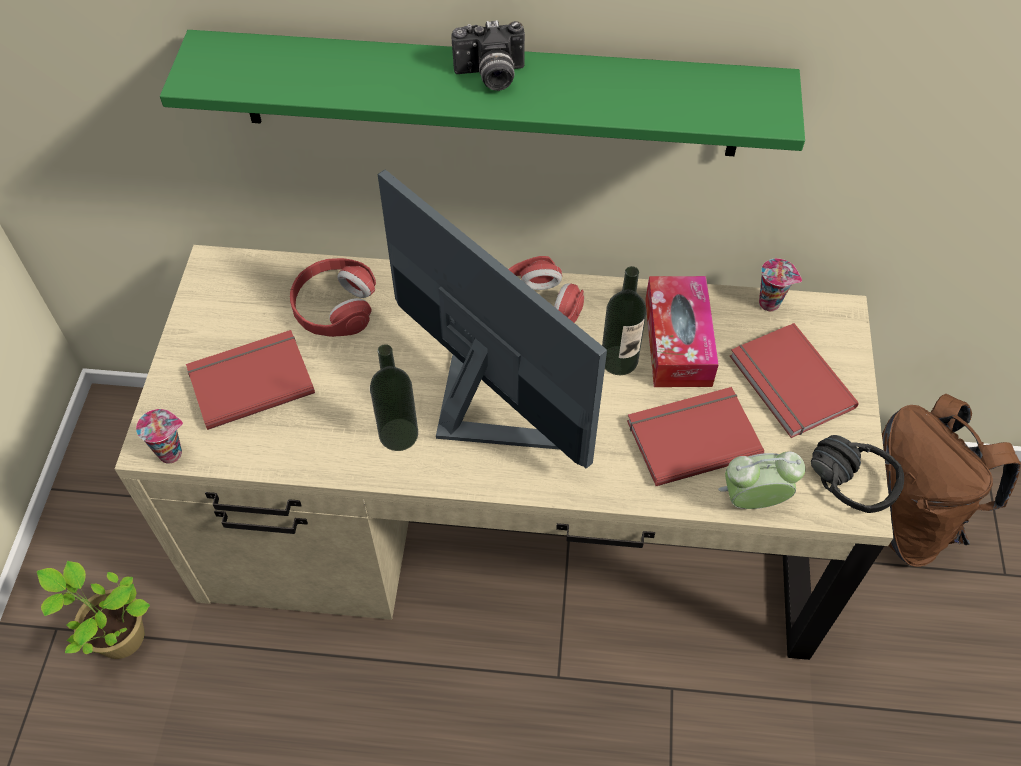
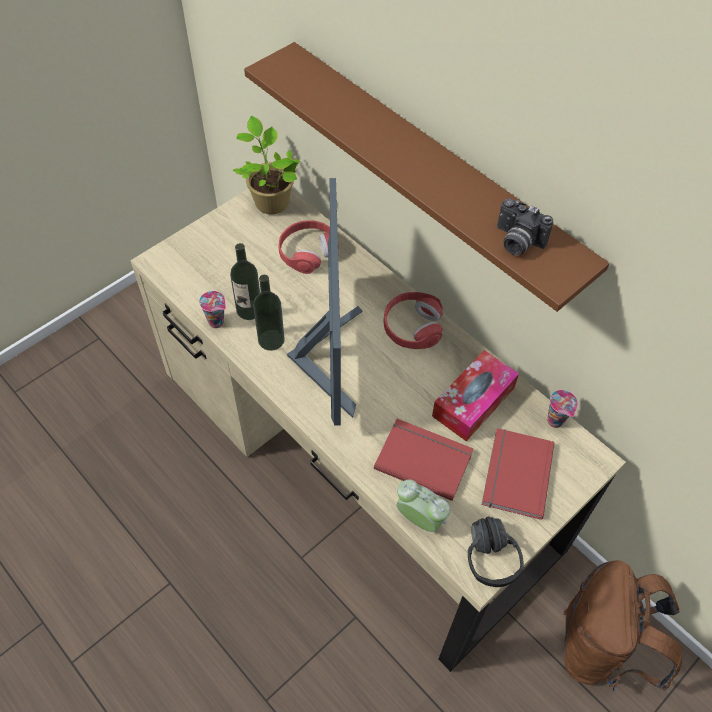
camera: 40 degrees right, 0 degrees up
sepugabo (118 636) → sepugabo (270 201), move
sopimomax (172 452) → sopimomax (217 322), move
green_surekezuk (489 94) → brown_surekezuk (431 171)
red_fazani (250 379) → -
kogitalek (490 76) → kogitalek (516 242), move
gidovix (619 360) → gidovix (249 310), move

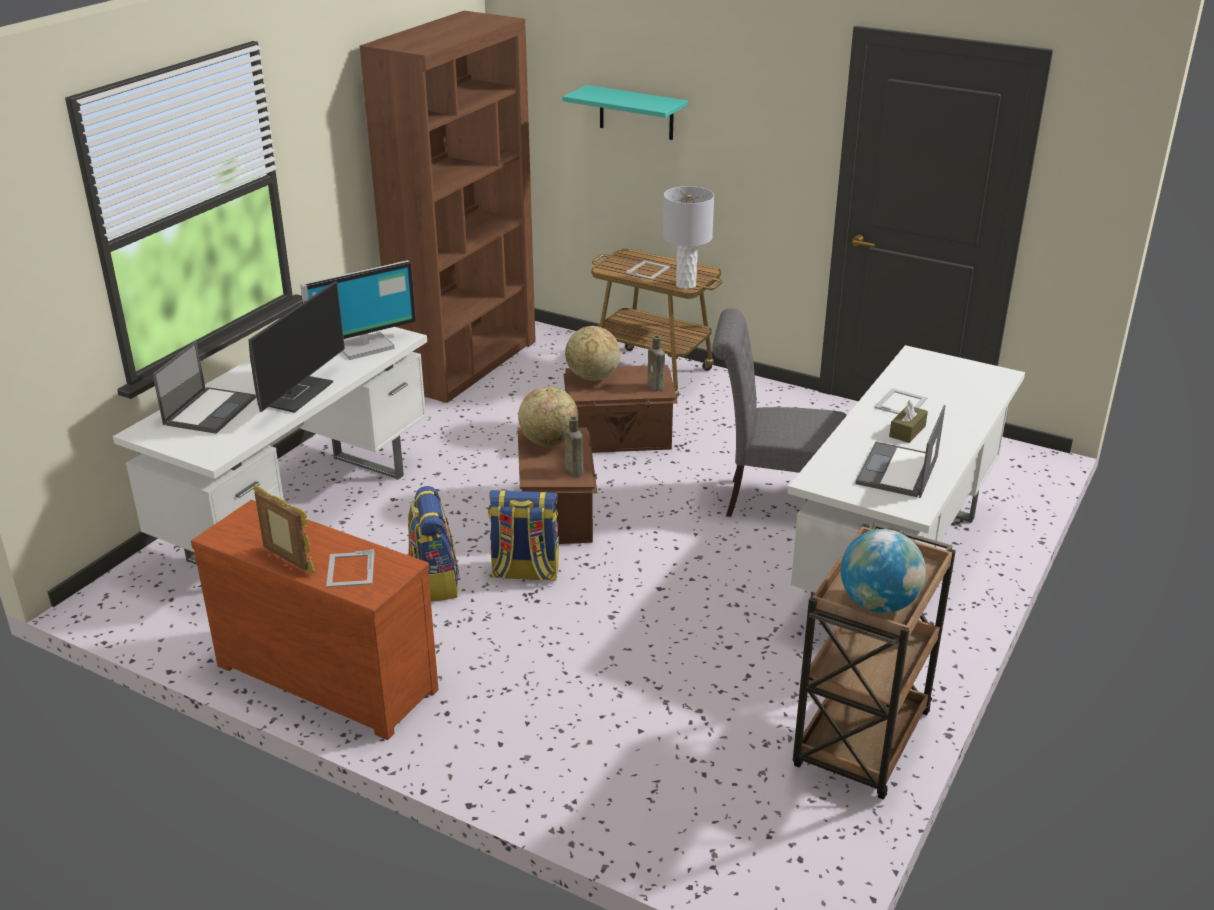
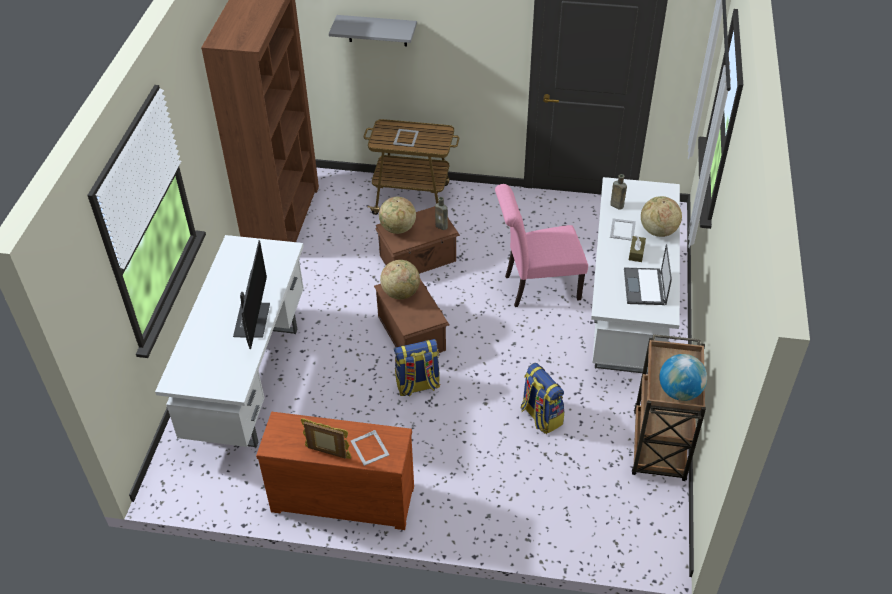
camera: 20 degrees left, 15 degrees up
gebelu (210 410) → -
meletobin (364 346) → -
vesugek (434 582) → vesugek (540 416), move
turquoise_surekezuk (636 113) → grey_surekezuk (377 30)
brown_gidovix (573 470) → brown_gidovix (616 205), move
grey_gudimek (686 285) → -
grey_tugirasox (773 501) → pink_tugirasox (537 287)
- → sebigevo (658 231)

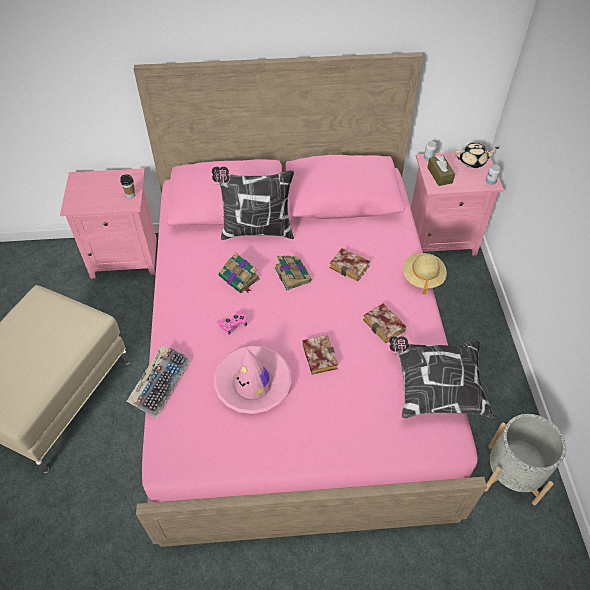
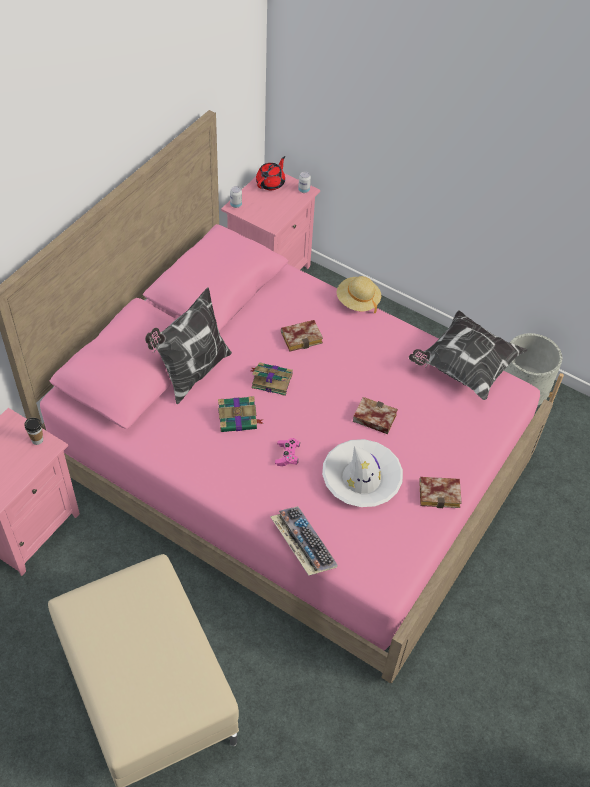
camera: 55 degrees left, 0 degrees up
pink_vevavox (253 384) → white_vevavox (361 478)
fazani (385 326) → fazani (441 493), move
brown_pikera (439 175) → -
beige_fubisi (473 162) → red_fubisi (271 183)

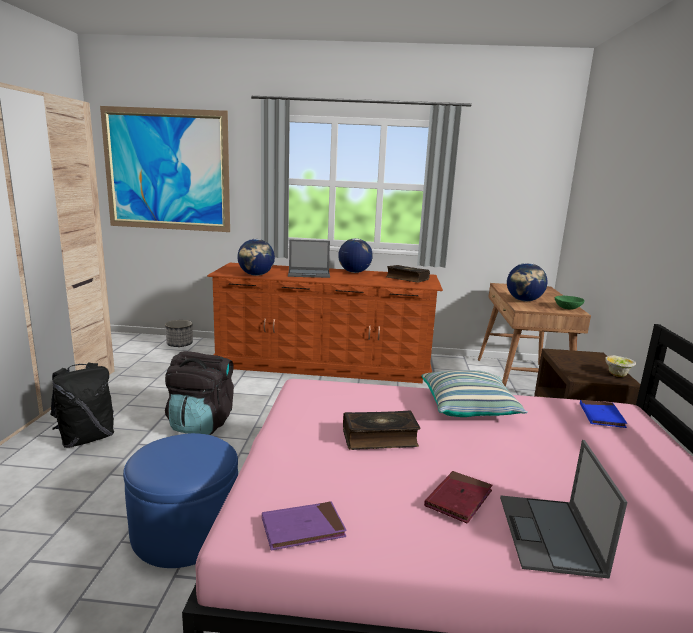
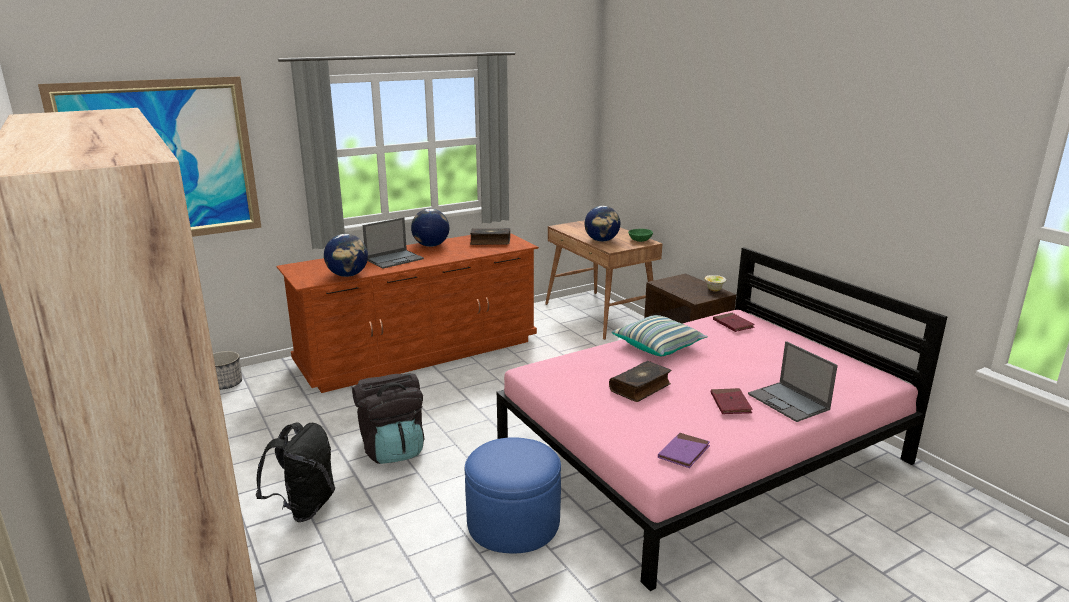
camera: 35 degrees left, 5 degrees up
blue_fazani (601 416) → red_fazani (733 324)

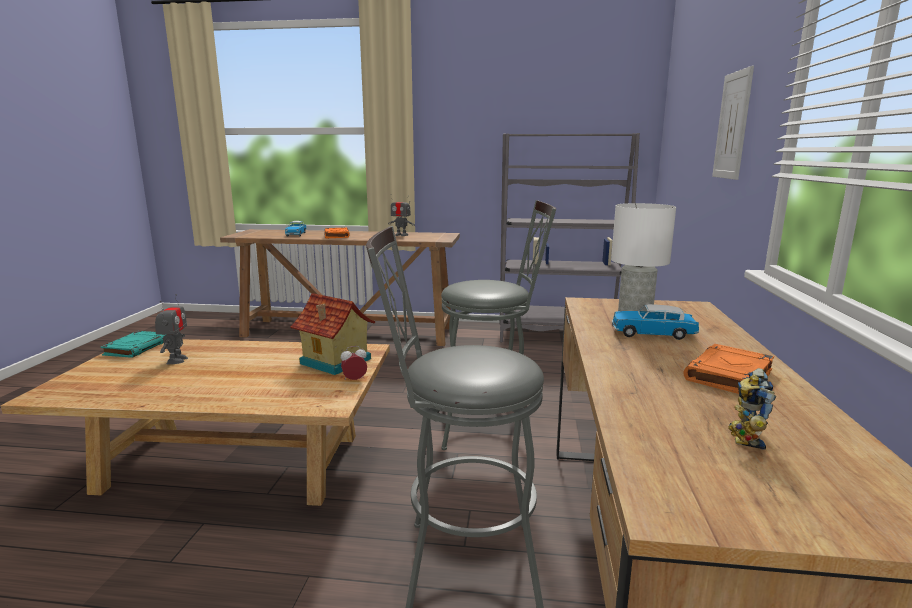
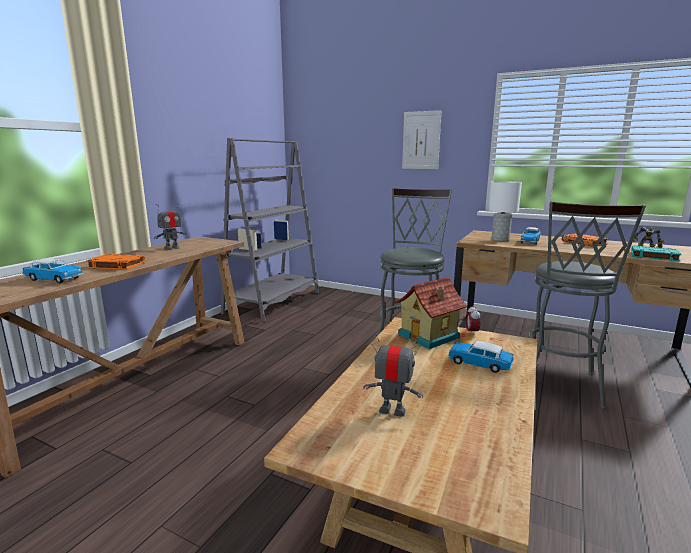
camera: 70 degrees left, 0 degrees up
turquoise_fazani (136 348) → turquoise_fazani (653 256), move
- → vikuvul (479 364)

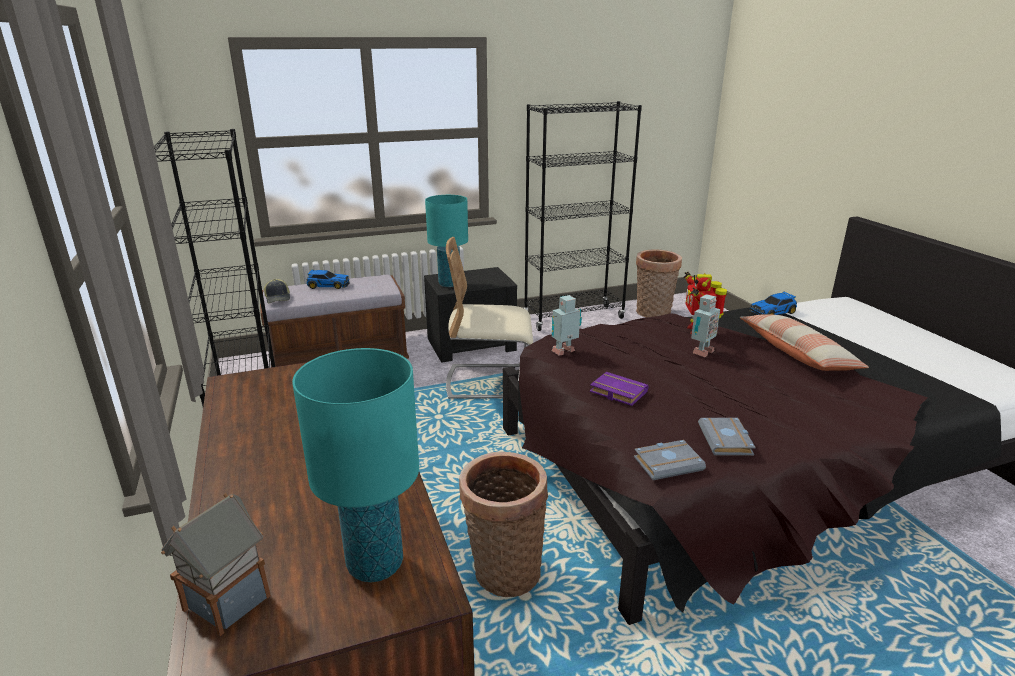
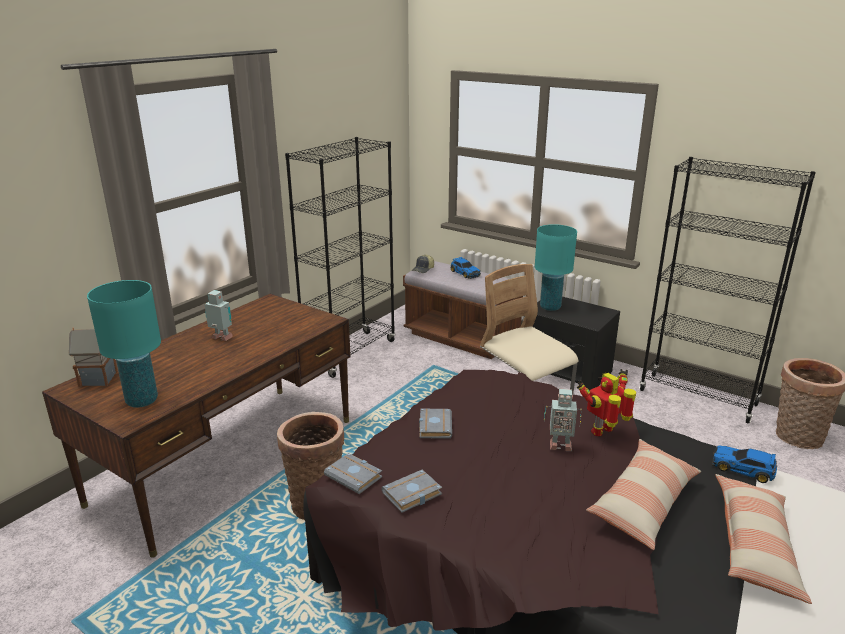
camera: 55 degrees right, 0 degrees up
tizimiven (565 352) → tizimiven (221 338), move
purple_fazani (616 392) → grey_fazani (434 426)
- → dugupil (755 546)

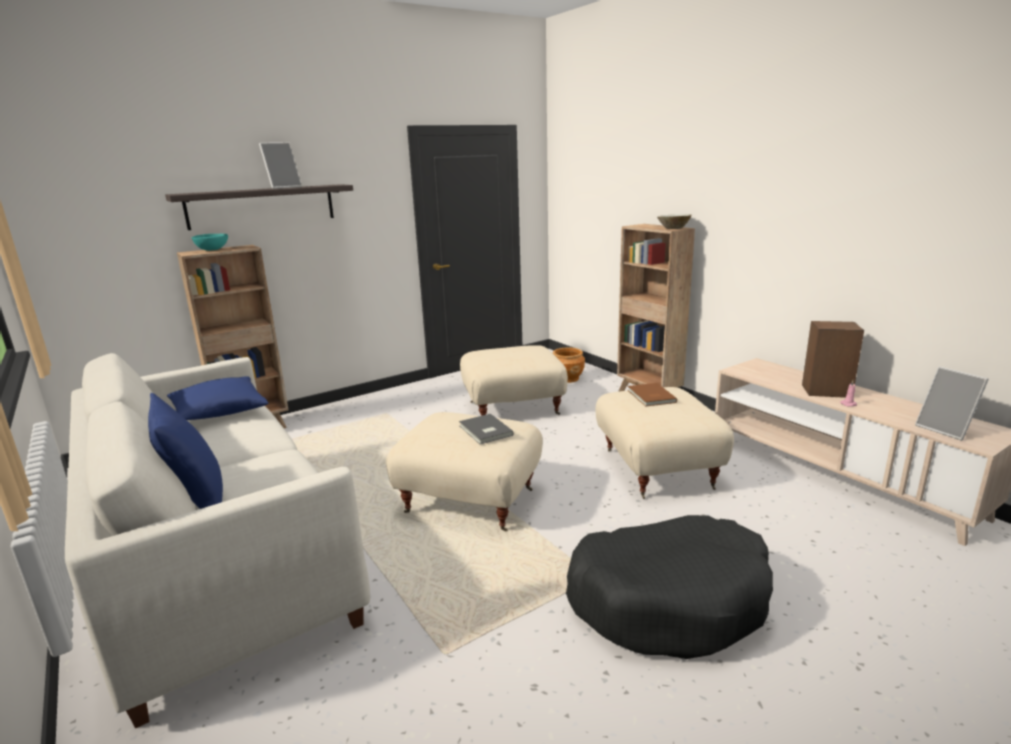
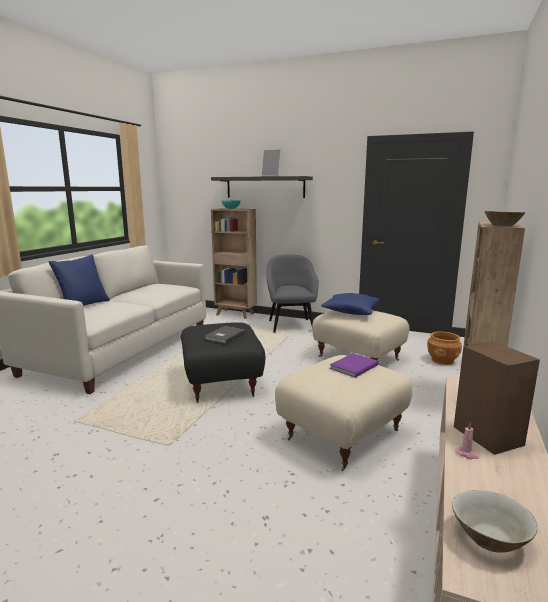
camera: 55 degrees right, 5 degrees down
blue_dugupil (219 412) → blue_dugupil (350 312), move
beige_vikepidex (471 500) → black_vikepidex (222 382)
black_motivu (669 600) → -
brown_fazani (650 396) → purple_fazani (352 366)
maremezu (946 429) → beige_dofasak (489 538)
- → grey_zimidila (291 325)

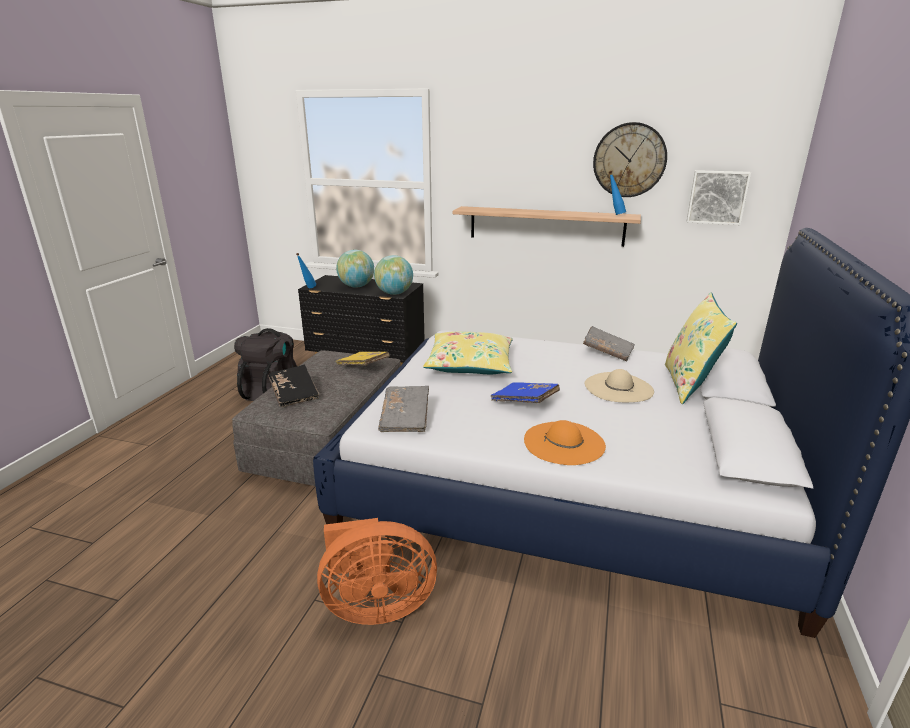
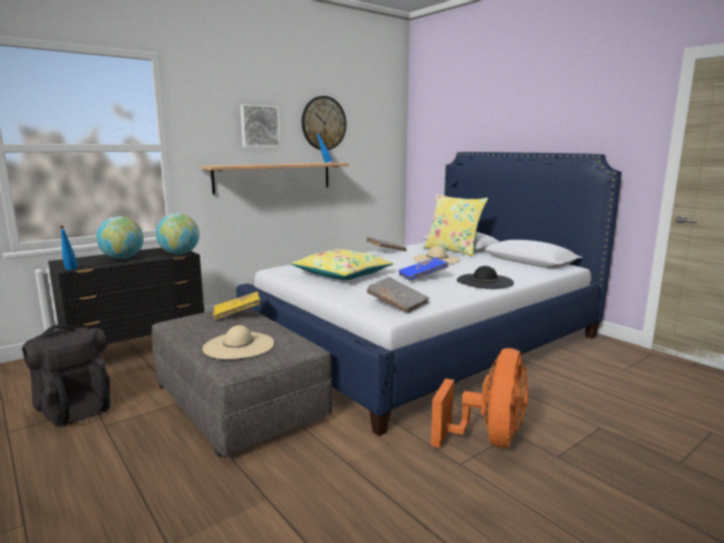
camera: 55 degrees left, 10 degrees down
black_fazani (294 394) → beige_vevavox (239 345)
orange_vevavox (564 442) → black_vevavox (485 281)
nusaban (717 197) → nusaban (259 126), move

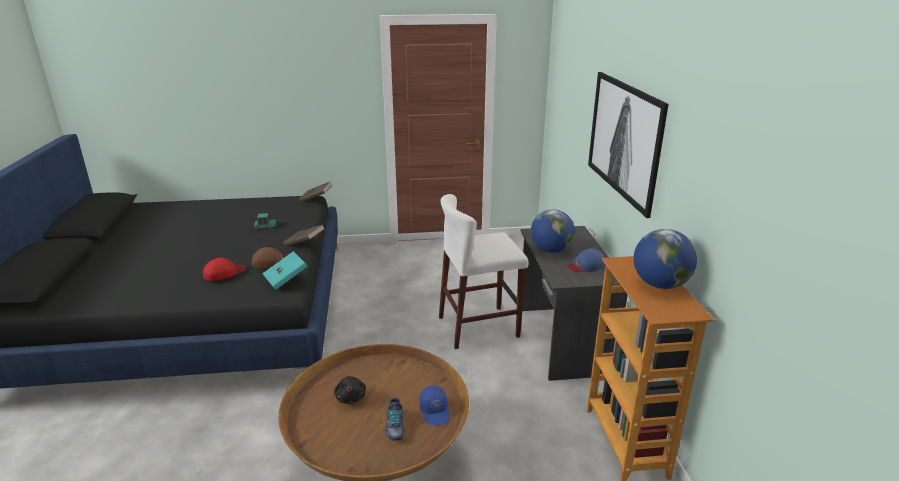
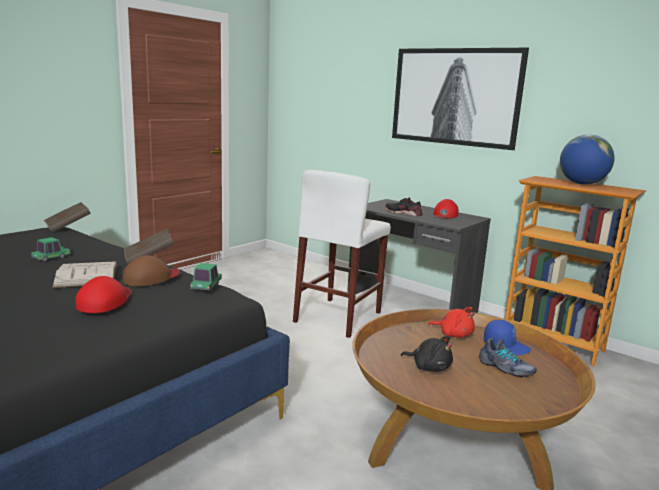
camera: 45 degrees left, 10 degrees down
turquoise_fazani (286 279) → vikuvul (206 286)
sebigevo (551 250) → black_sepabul (403 213)
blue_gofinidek (586 265) → red_gofinidek (445 215)
- → white_fazani (86 275)
- → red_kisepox (453 334)

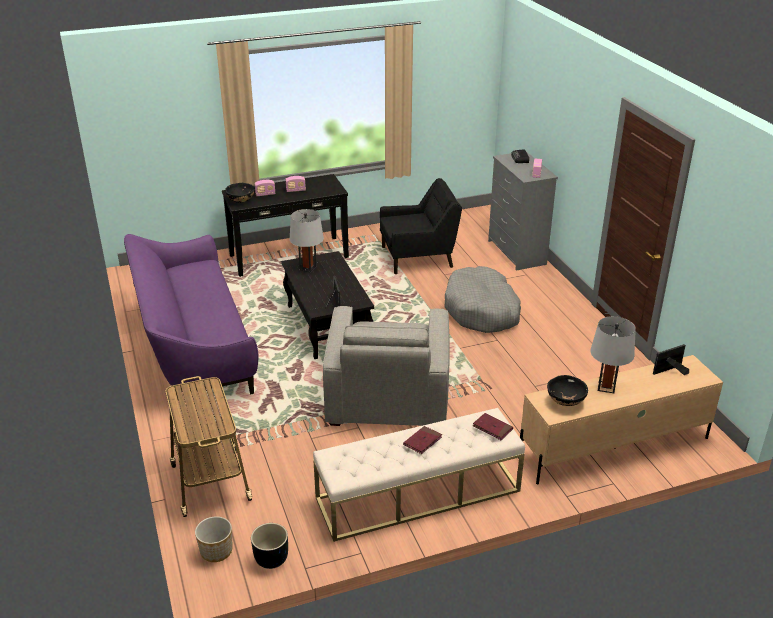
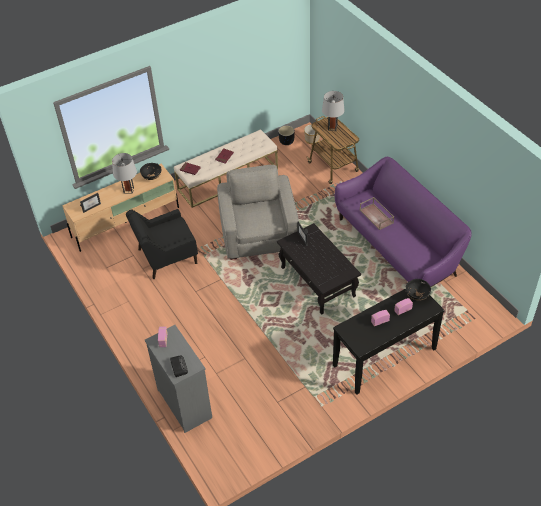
camera: 170 degrees right, 15 degrees up
grey_gudimek (308 268) → grey_gudimek (332 128), move
black_zimidila (418 257) → black_zimidila (166 257), move
grey_motivu (482 310) → -
- → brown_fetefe (377 216)

